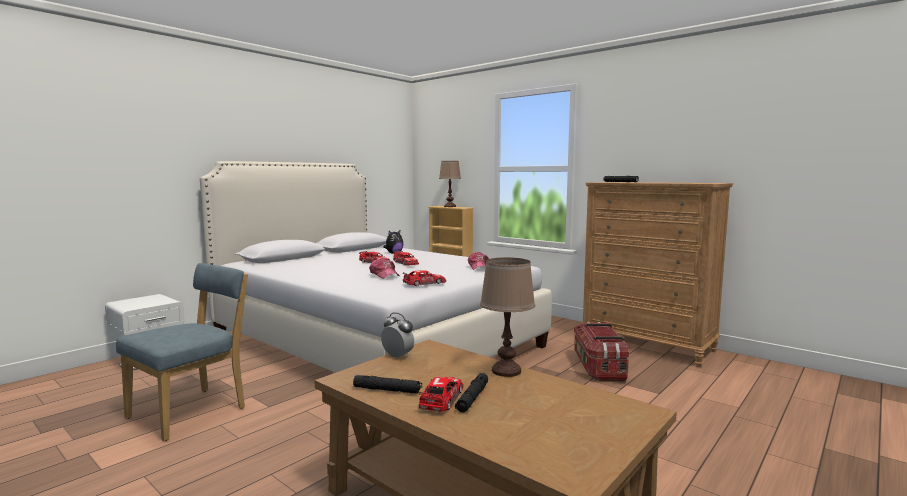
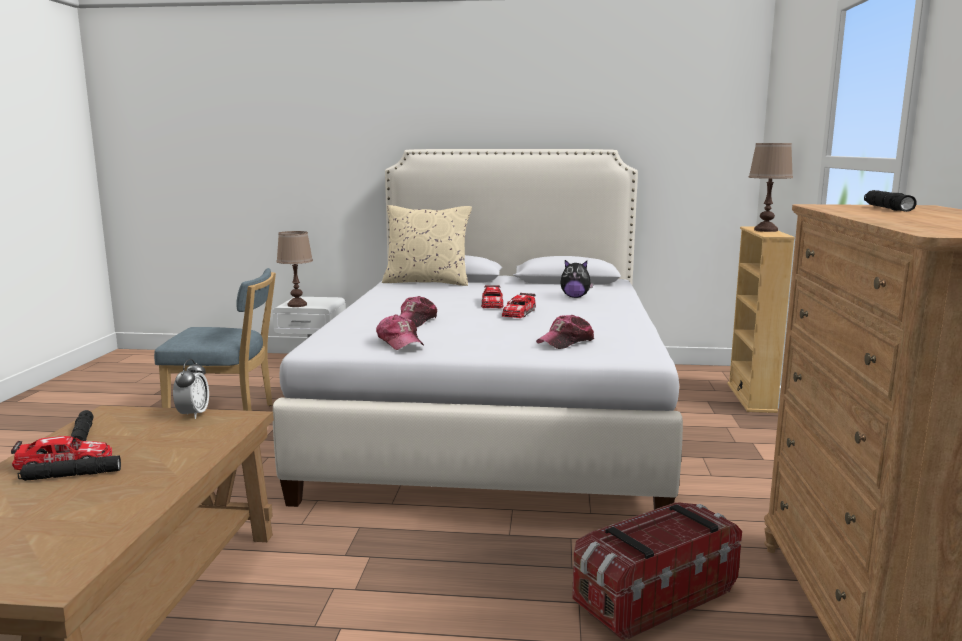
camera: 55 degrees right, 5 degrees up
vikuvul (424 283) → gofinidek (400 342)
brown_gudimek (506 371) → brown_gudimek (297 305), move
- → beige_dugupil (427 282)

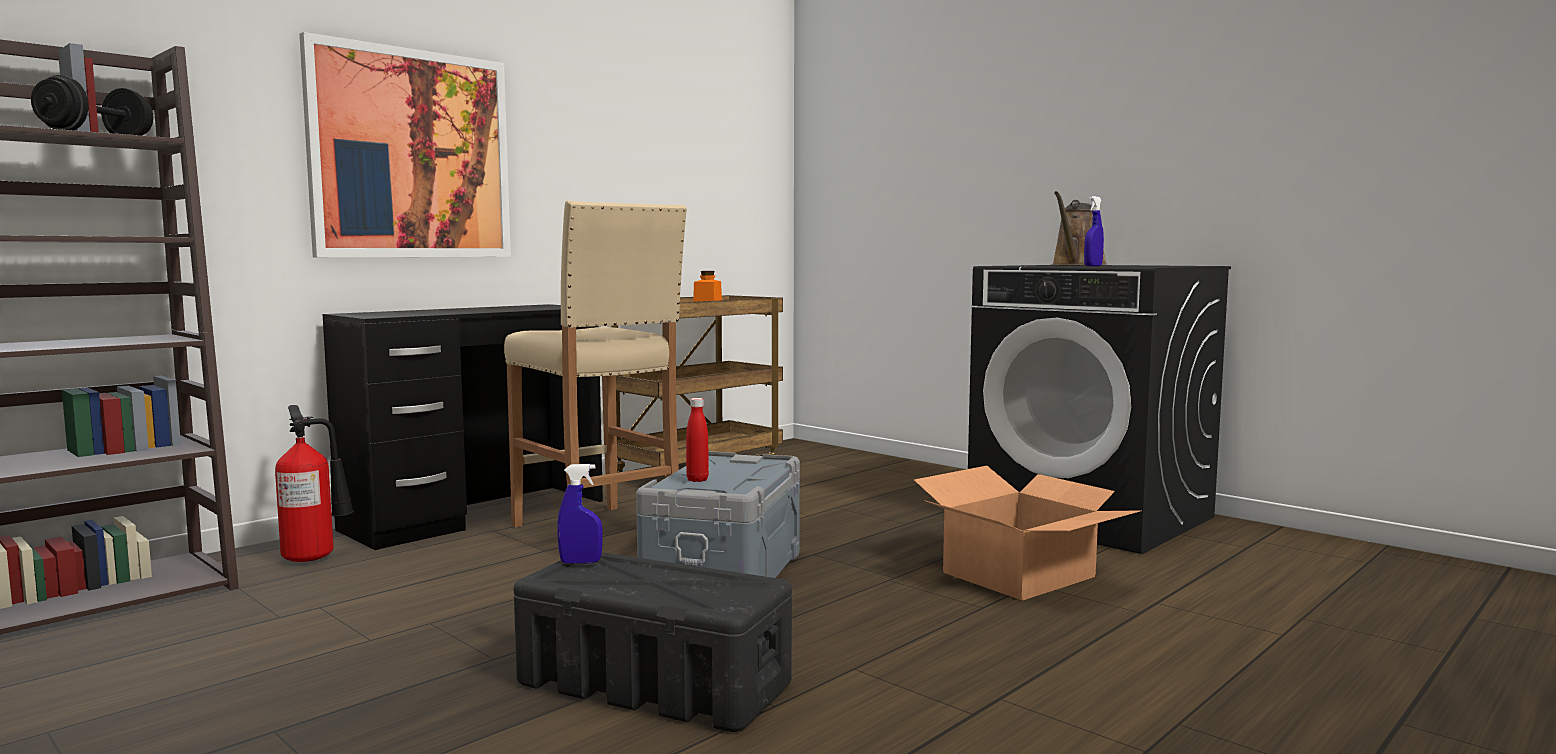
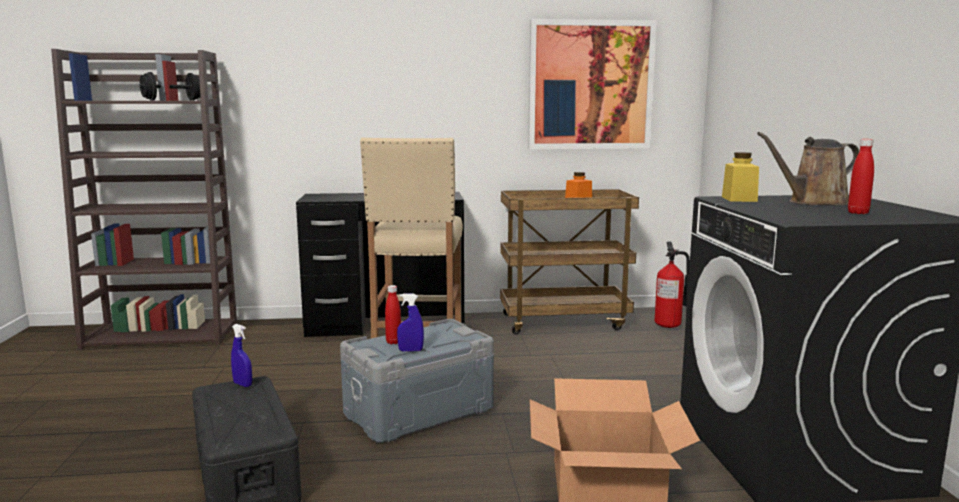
camera: 40 degrees right, 5 degrees up
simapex (315 557) → simapex (671 326), move
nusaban (411 154) → nusaban (590 85), move
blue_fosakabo (1093 266) → blue_fosakabo (410 350), move
- → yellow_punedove (739 199)
- → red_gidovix (858 213)

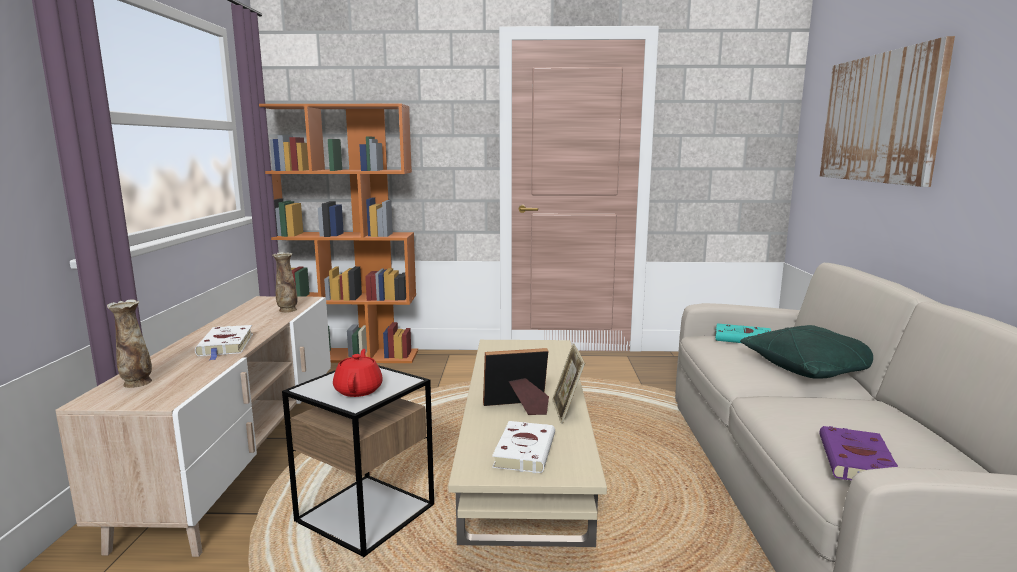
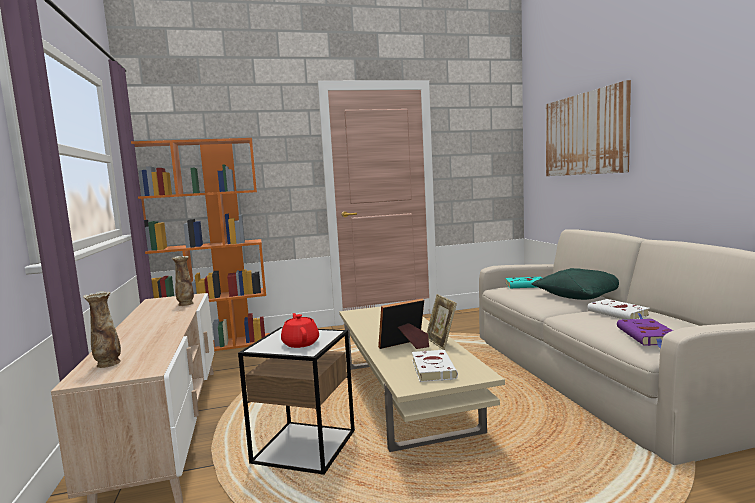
camera: 15 degrees left, 5 degrees down
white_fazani (226 345) → white_fazani (619 314), move

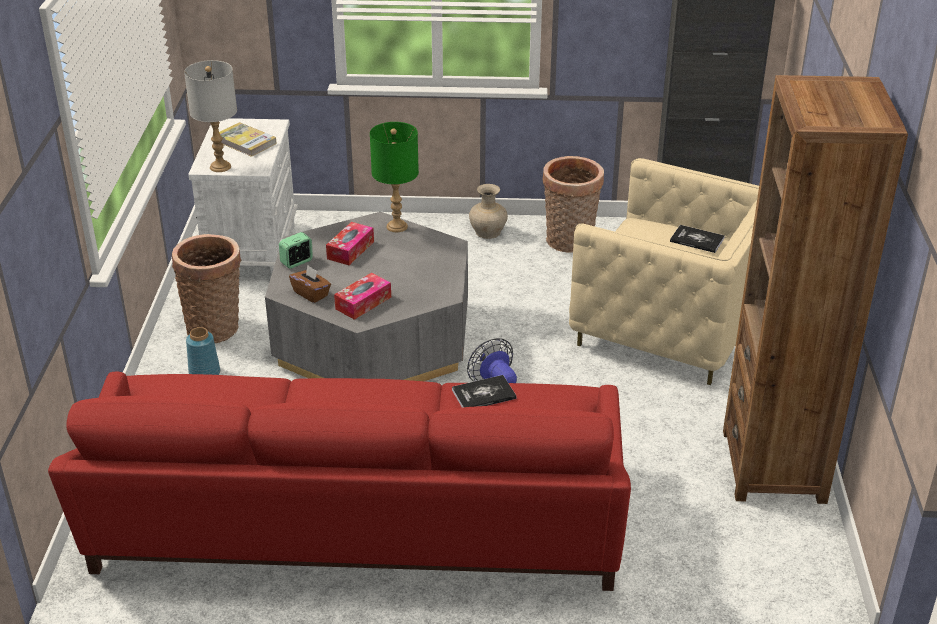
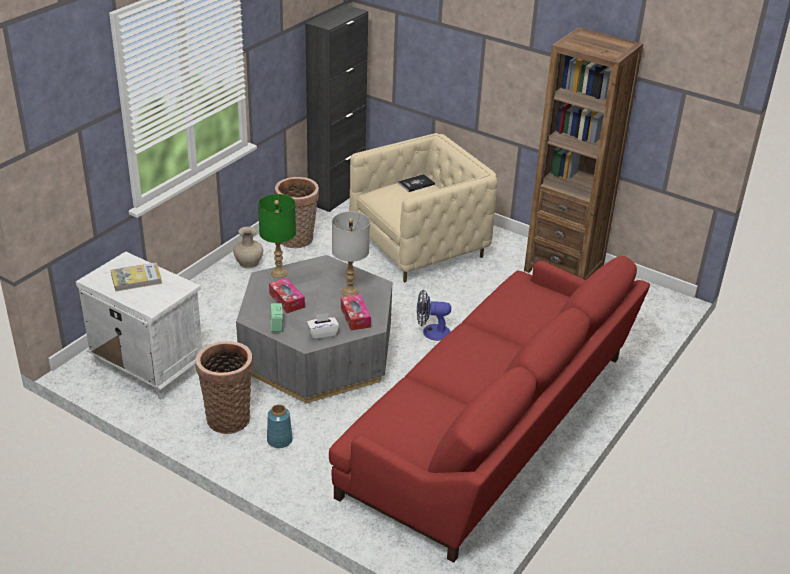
camera: 60 degrees left, 0 degrees up
grey_gudimek (220 167) → grey_gudimek (349 292), move
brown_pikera (311 294) → white_pikera (322 333)
fazani (483 394) → -

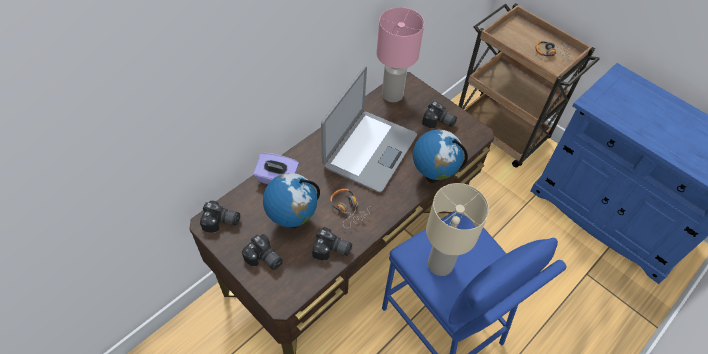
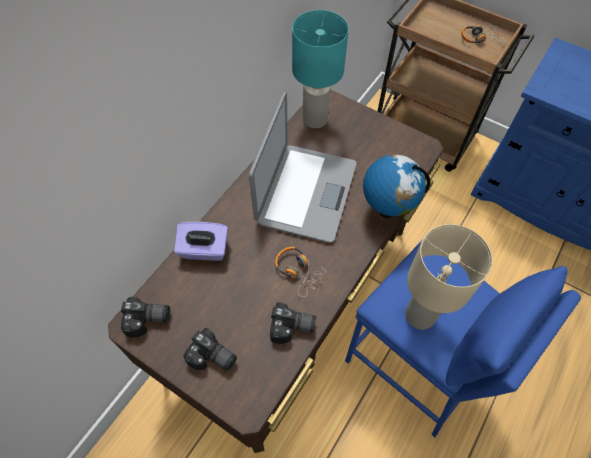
camera: 10 degrees left, 5 degrees up
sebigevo (292 220) → -
pink_gudimek (393 95) → turquoise_gudimek (315 119)
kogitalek (438 122) → -

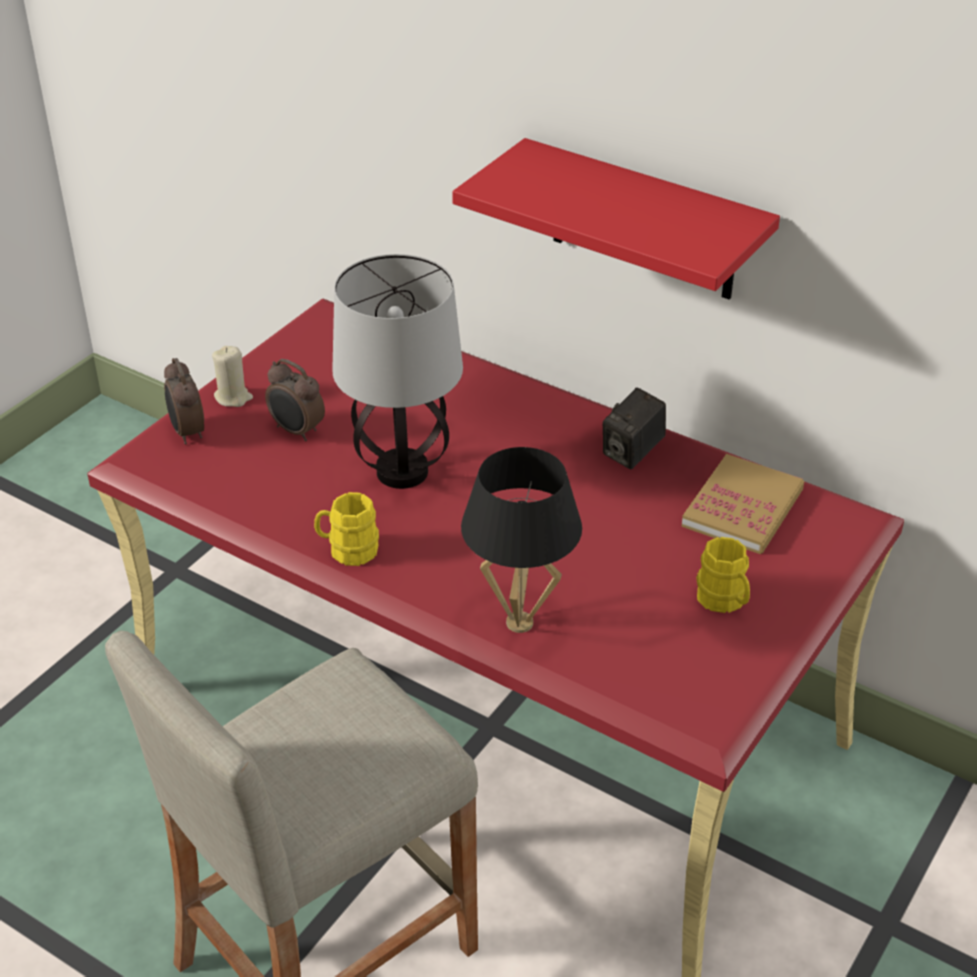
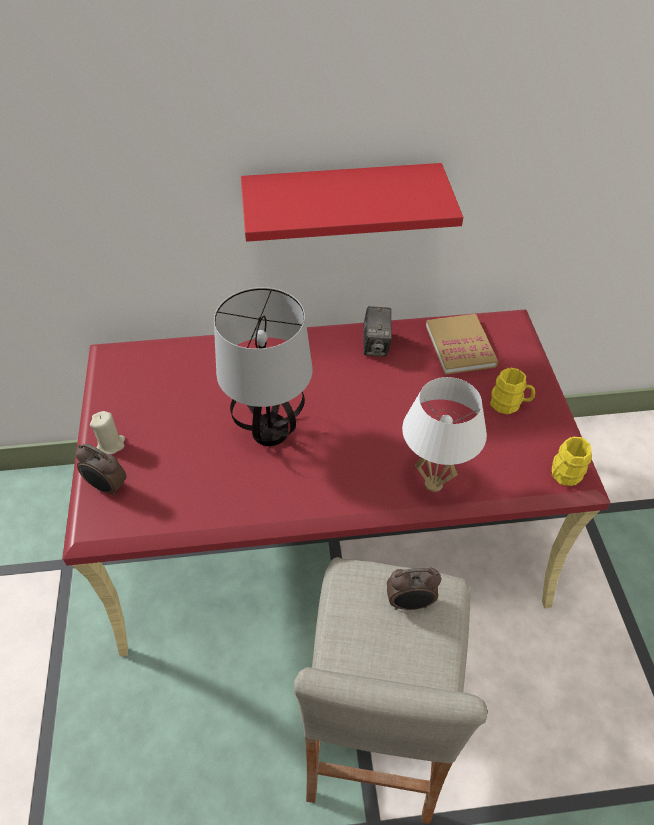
camera: 40 degrees left, 10 degrees up
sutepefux (296 431) → sutepefux (410 603), move
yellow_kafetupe (348 550) → yellow_kafetupe (563 475), move
black_gudimek (519 623) → white_gudimek (433 484)

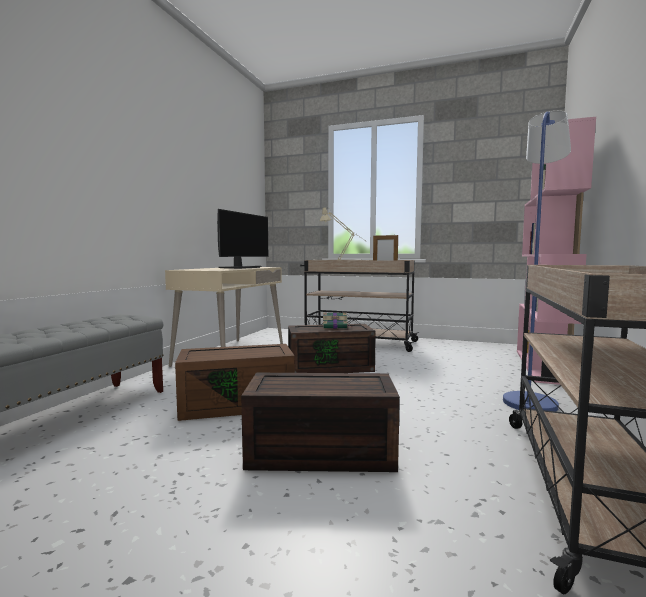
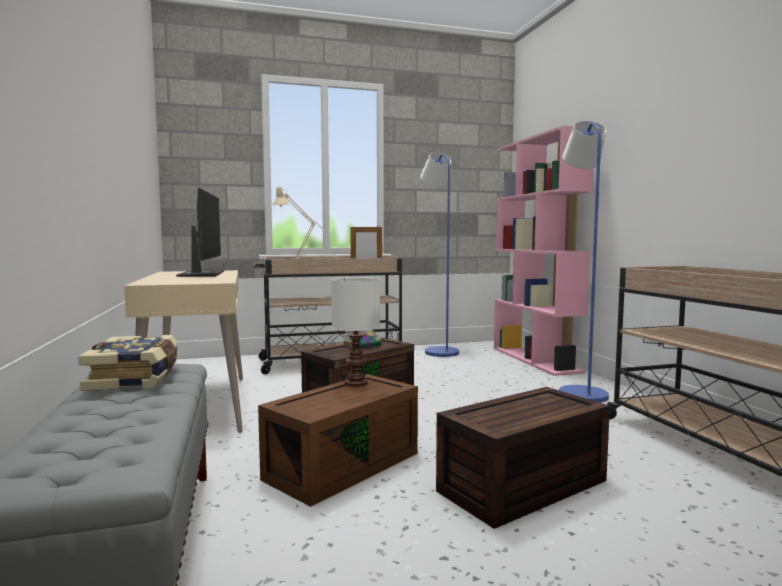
camera: 35 degrees left, 0 degrees up
- → fazani (136 378)
- → white_gudimek (357 383)
- → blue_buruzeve (438 351)

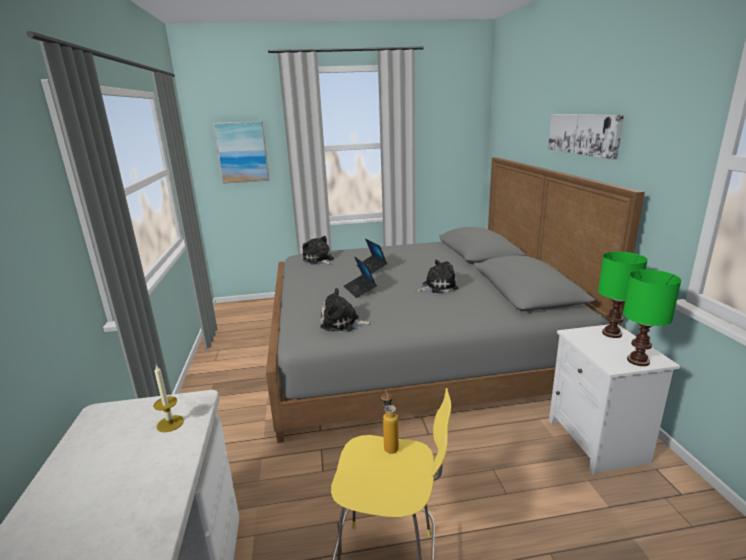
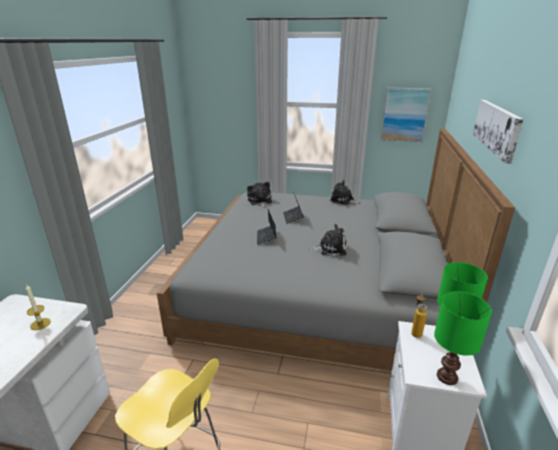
camera: 20 degrees right, 5 degrees up
nusaban (242 152) → nusaban (404 114), move
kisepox (343 323) → kisepox (343 200), move
gidovix (389 444) → gidovix (415 331), move

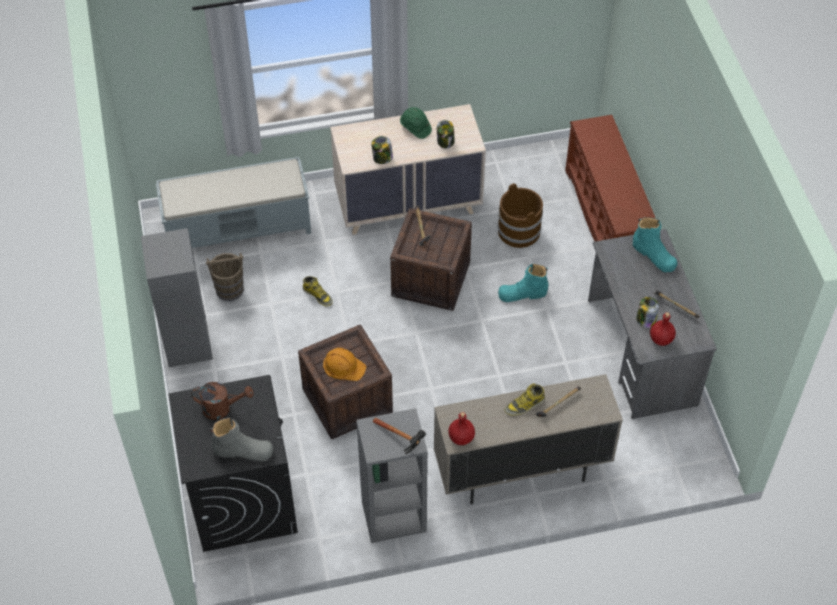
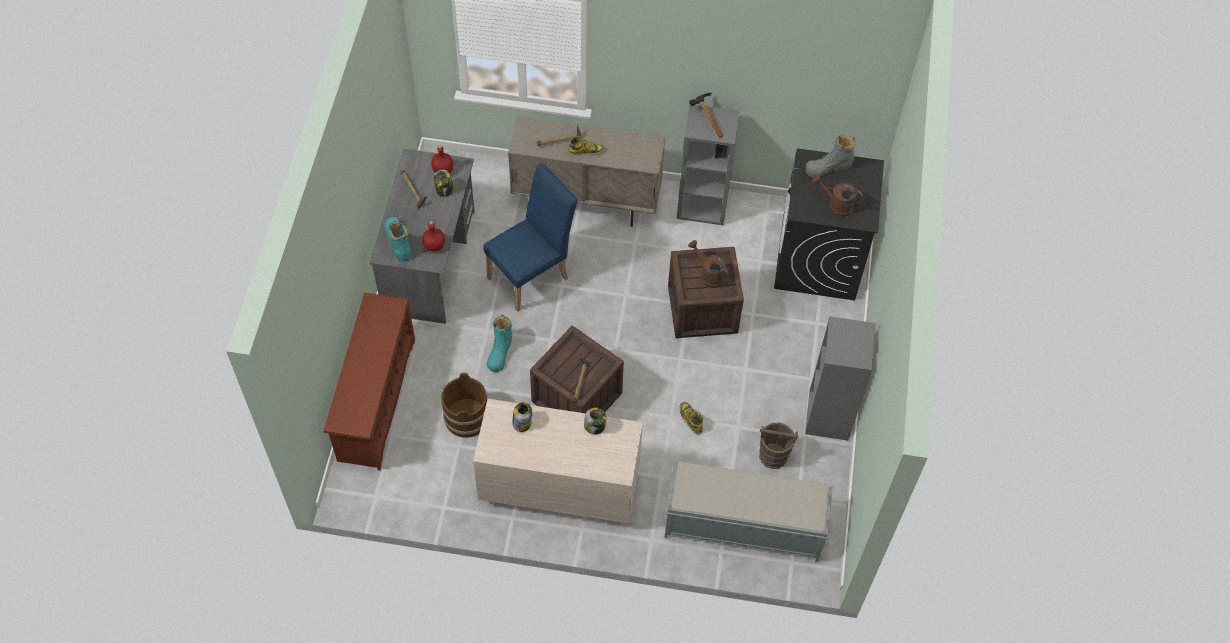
camera: 160 degrees left, 5 degrees up
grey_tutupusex (243 451) → grey_tutupusex (828 167), 45 degrees counterclockwise
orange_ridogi (343 366) → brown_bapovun (708 275)
green_ridogi (415 128) → -
red_gidovix (461 438) → red_gidovix (434 245), move
turquoise_tutupusex (522 294) → turquoise_tutupusex (500 352), 90 degrees clockwise
- → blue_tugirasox (533 275)

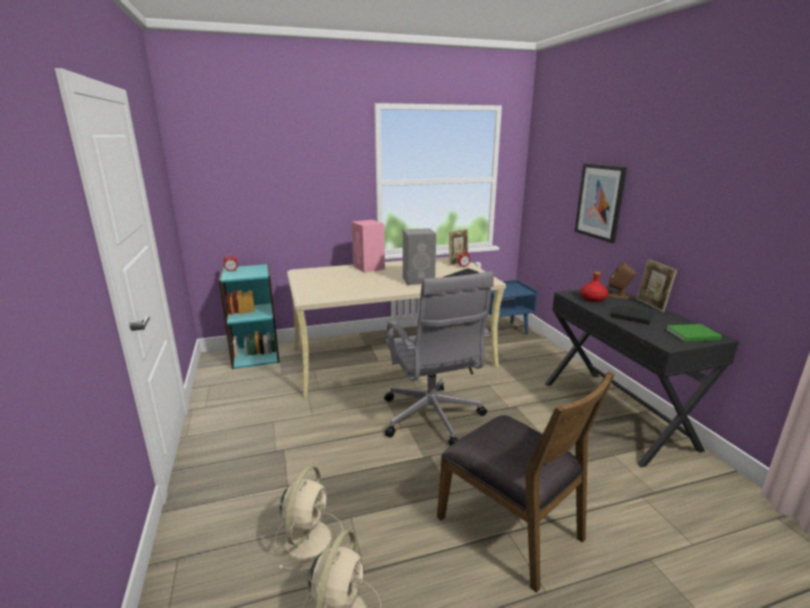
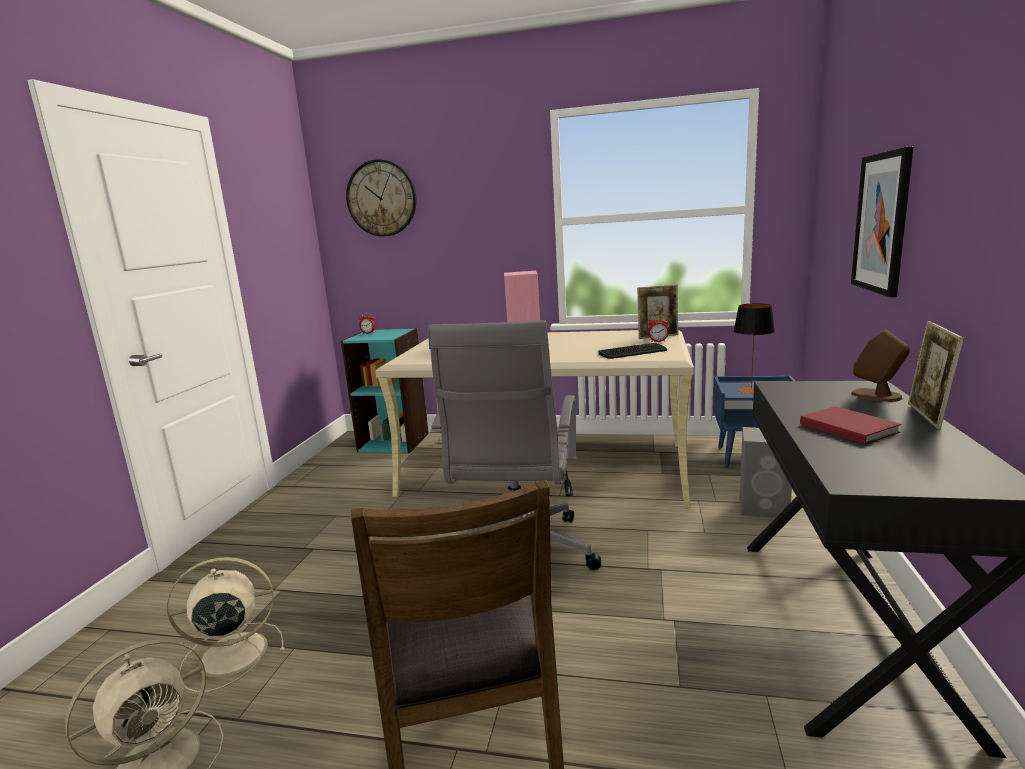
camera: 30 degrees right, 5 degrees down
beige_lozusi (309 537) → beige_lozusi (230 655), 150 degrees counterclockwise
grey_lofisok (419 280) → grey_lofisok (765 508), move
red_gidovix (593 299) → -
black_fazani (630 316) → red_fazani (847 427)
green_fazani (690 334) → -
- → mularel (381 198)
- → gudimek (751 390)

